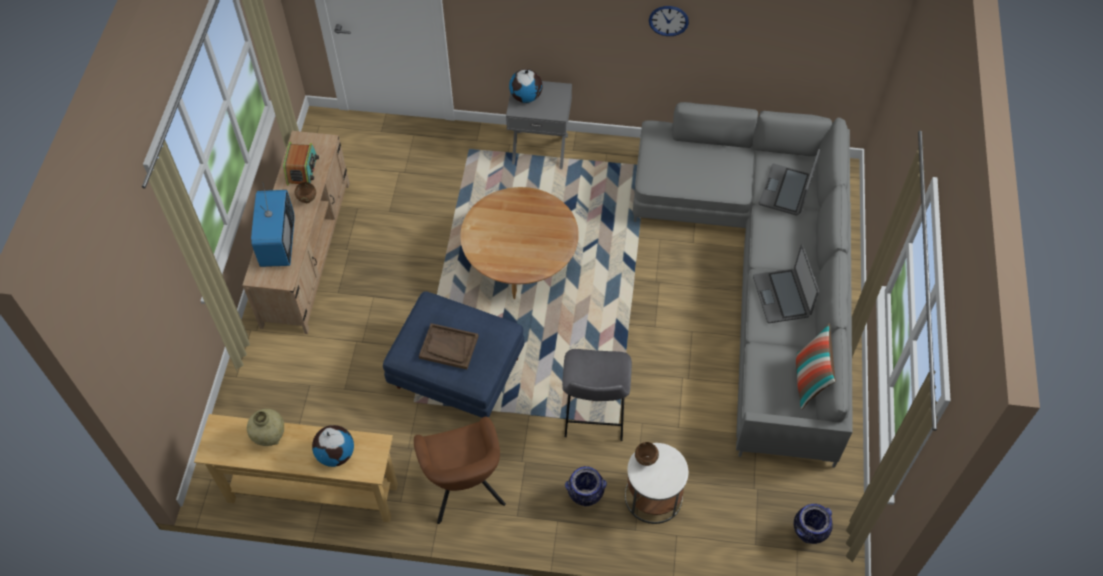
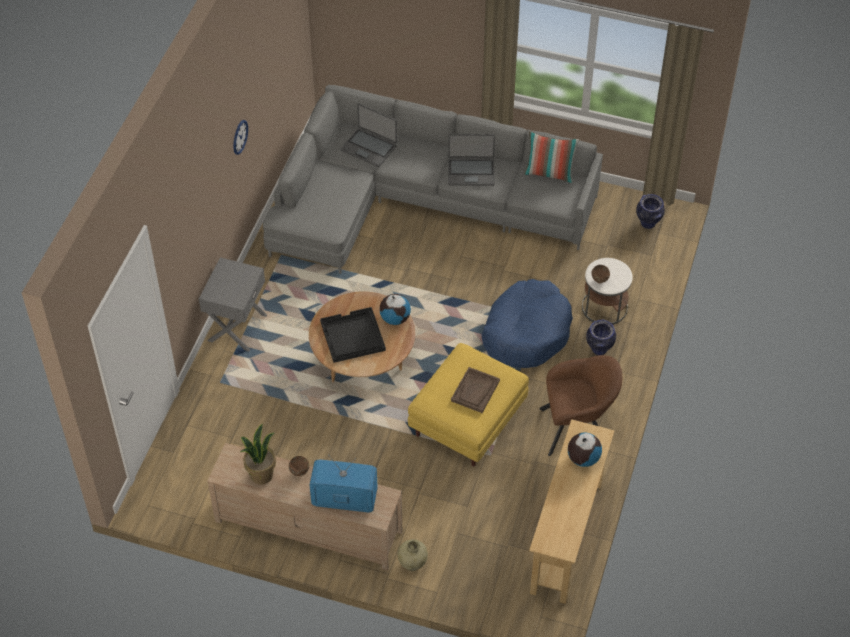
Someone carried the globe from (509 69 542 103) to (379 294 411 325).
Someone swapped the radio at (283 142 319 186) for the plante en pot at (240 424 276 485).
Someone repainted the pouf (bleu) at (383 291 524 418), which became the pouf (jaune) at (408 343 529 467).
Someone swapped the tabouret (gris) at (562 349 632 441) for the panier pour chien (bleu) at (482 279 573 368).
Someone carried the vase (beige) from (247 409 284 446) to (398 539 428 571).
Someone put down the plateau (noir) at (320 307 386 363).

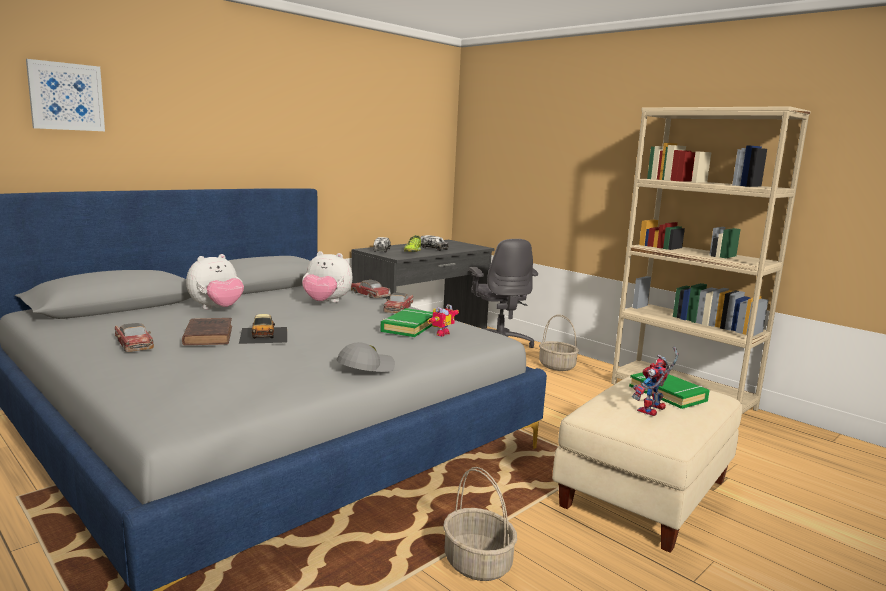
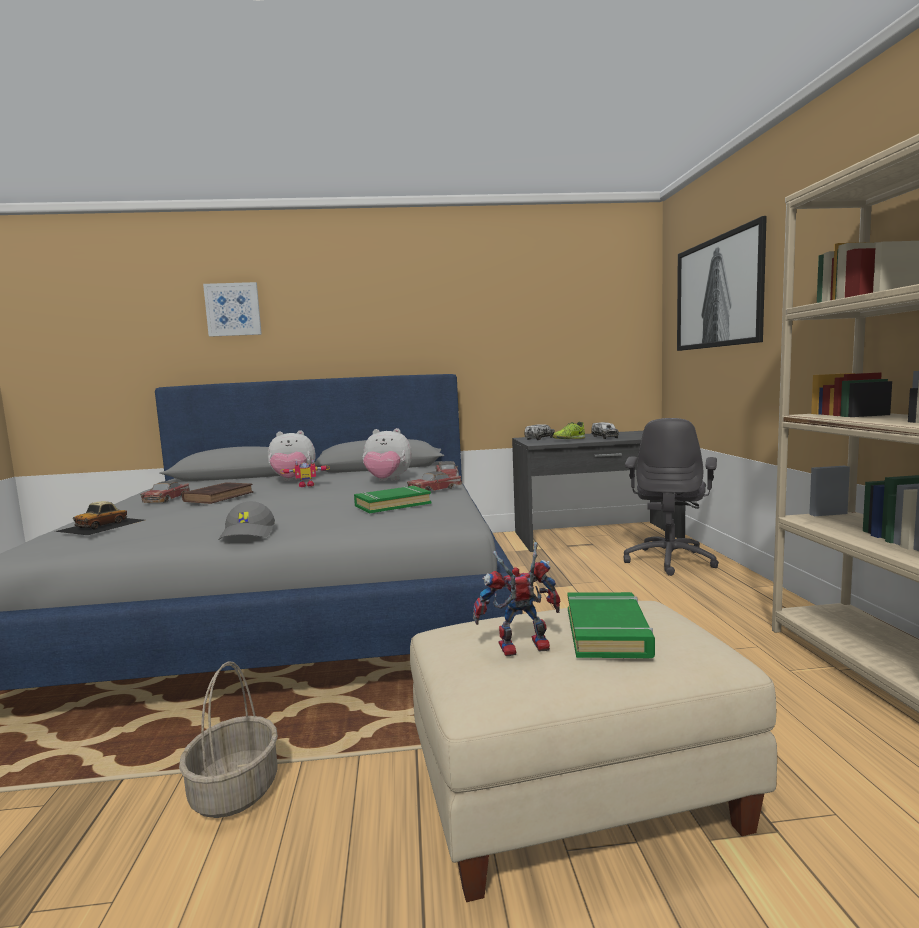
Someone rotated the peluche at (302 251 353 303) by 45 degrees counterclockwise.
Someone carried the robot jouet from (427 304 459 337) to (280 459 330 487).
Someone carried the petite voiture from (239 314 287 344) to (54 501 145 535).
Someone took away the panier at (539 315 579 371).
Someone rotated the casquette (gris) at (337 342 395 372) by 90 degrees clockwise.
Someone put up the tableau at (677 216 767 351).

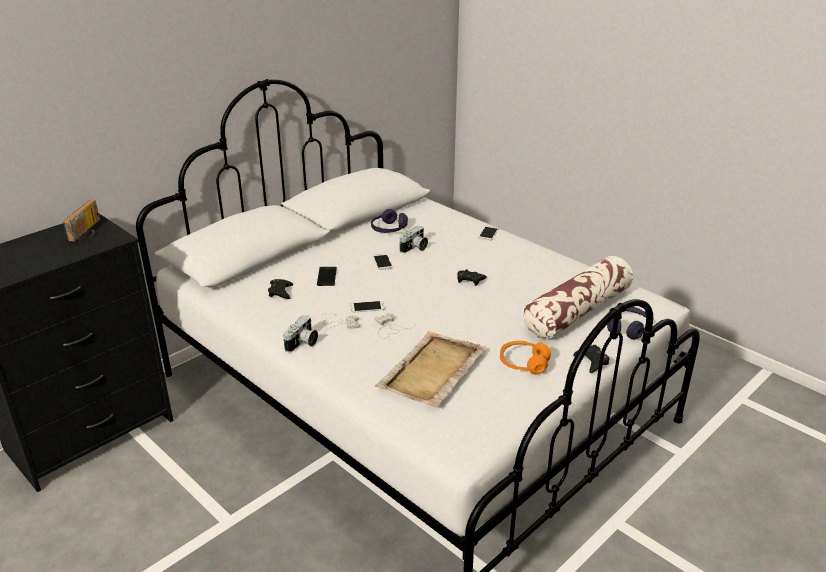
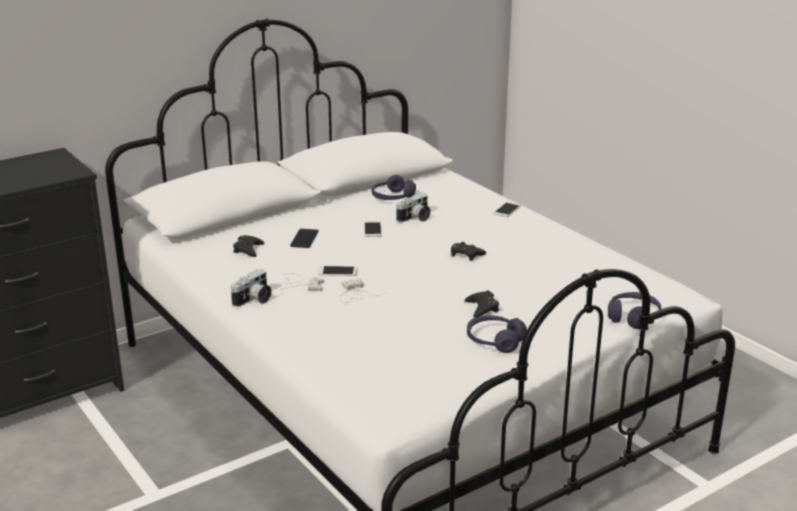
Someone took away the radio at (63 200 100 242).
Someone took away the coussin at (523 256 633 339).
Someone took away the plateau (beige) at (375 331 486 407).
Someone repainted the casque audio (orange) at (500 341 551 375), which became the casque audio (violet) at (467 315 527 353).
Someone carried the manette (noir) from (573 345 610 373) to (465 290 499 317).

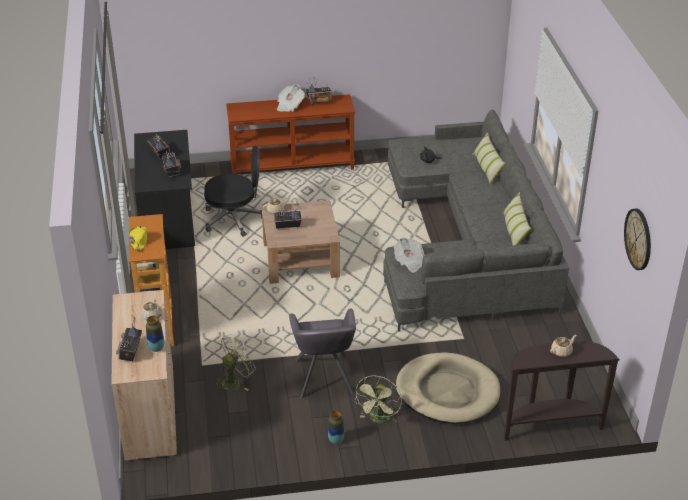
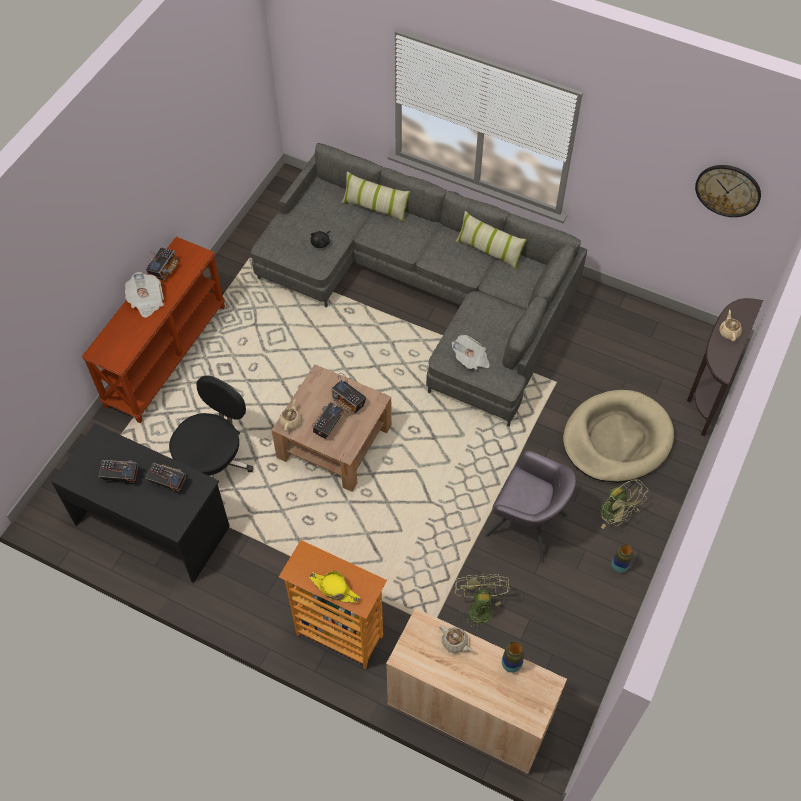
Someone carried the radio from (116 317 142 361) to (331 373 367 414).

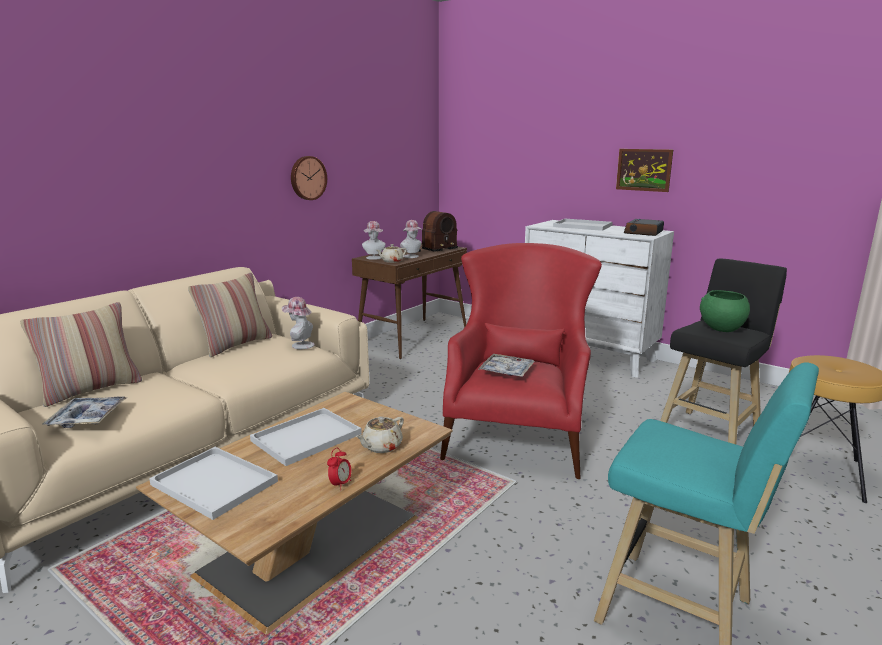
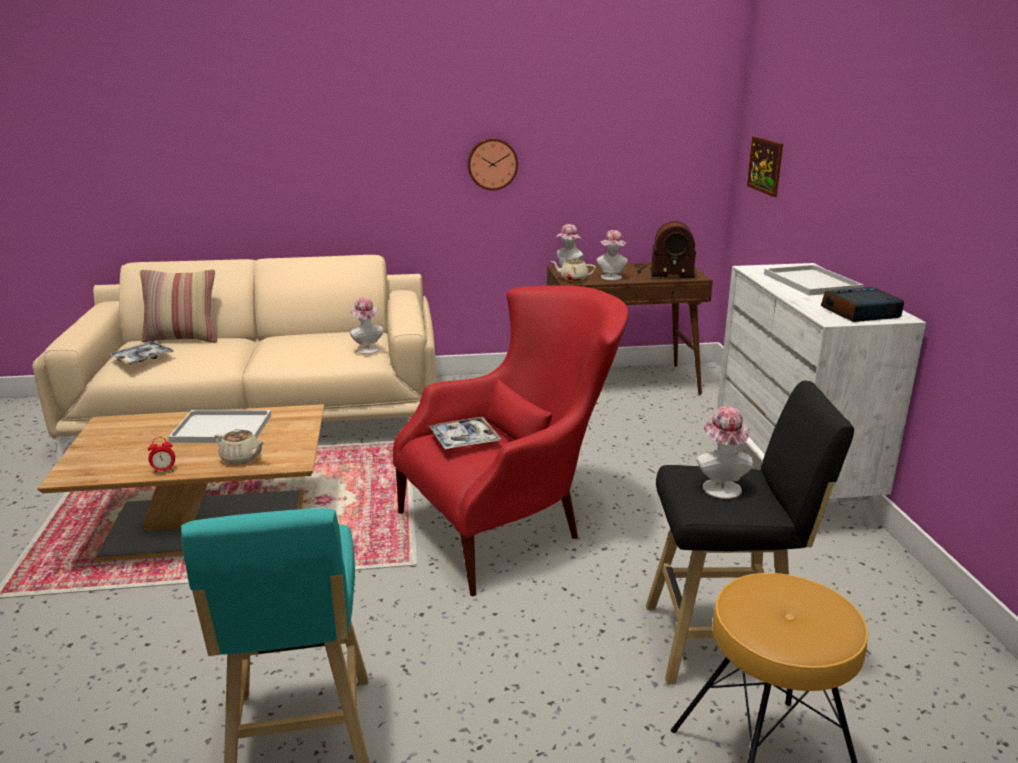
Someone carried the tableau from (616 149 673 192) to (747 136 783 197).
Someone took away the coussin at (188 273 272 357).
Someone swapped the bol (vert) at (700 290 750 332) for the chapeau at (697 406 753 499).
Someone rotated the théière (beige) at (356 416 404 453) by 150 degrees counterclockwise.
Someone took away the plateau (blanc) at (149 447 278 520).

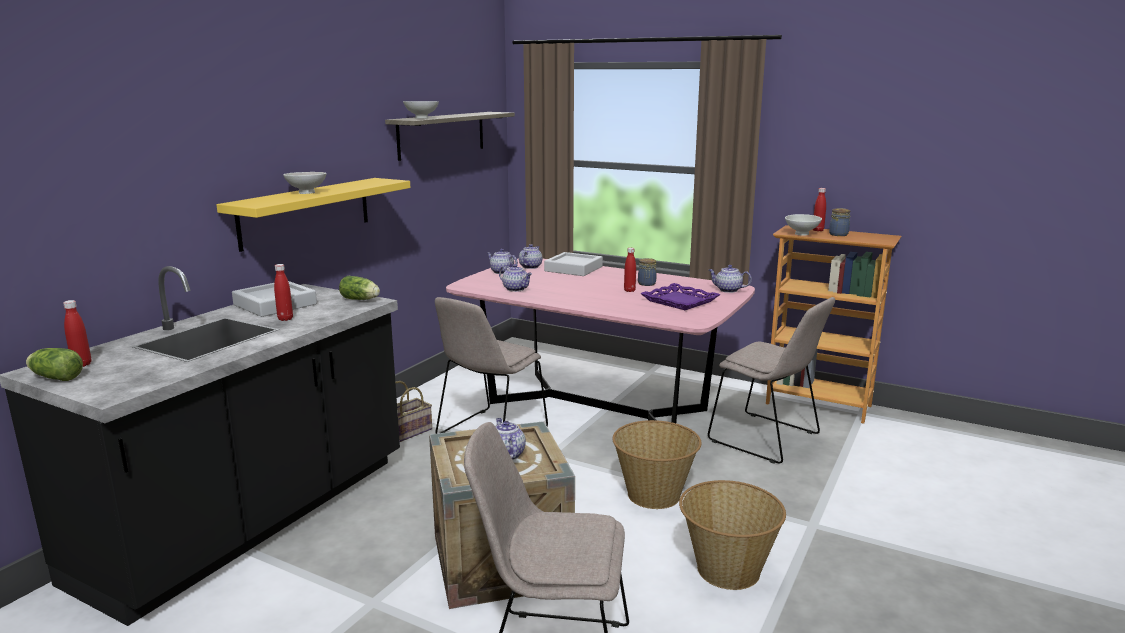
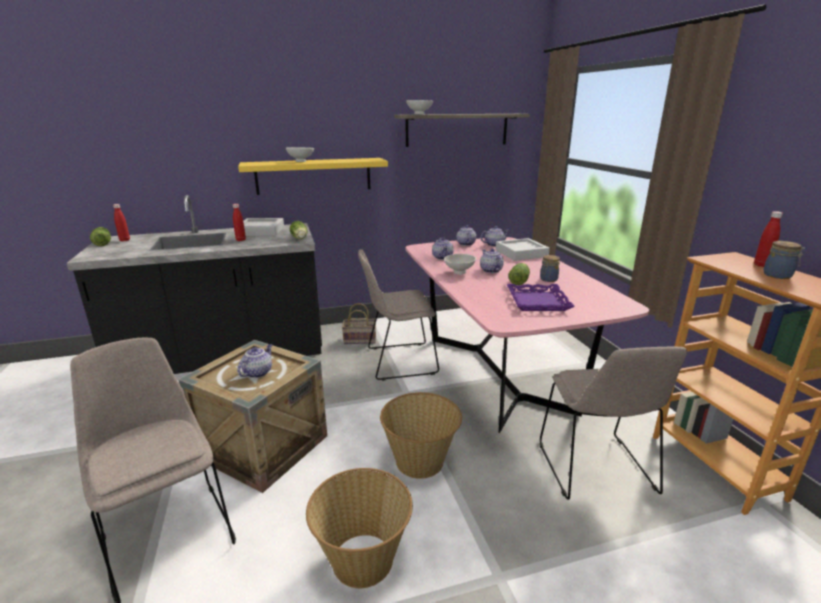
Someone carried the bol (blanc) from (785 214 822 236) to (444 254 476 274).
Someone swapped the bouteille (rouge) at (624 248 636 292) for the laitue at (508 263 530 285).
Someone carried the théière from (709 265 752 293) to (480 248 504 273).

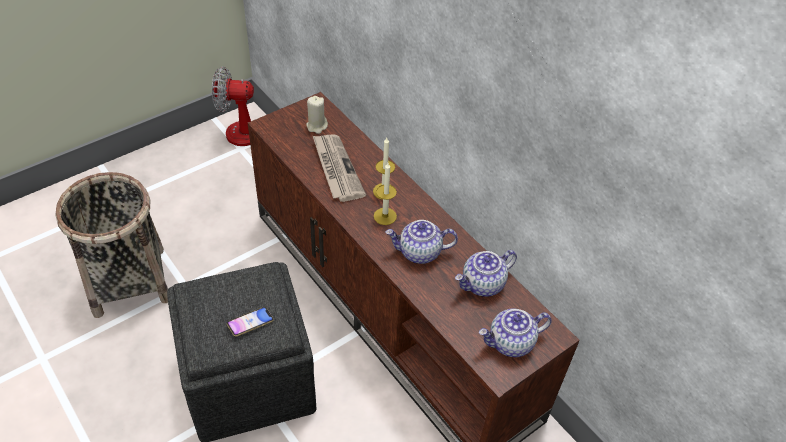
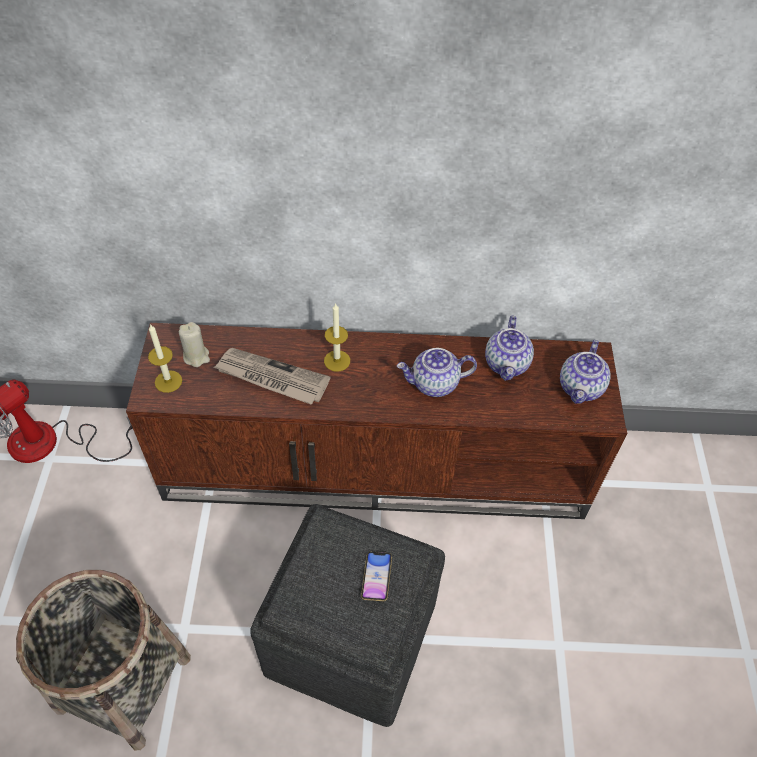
Someone carried the bougie from (374 163 397 225) to (148 324 182 393).
Someone rotated the théière at (385 220 458 264) by 45 degrees clockwise.

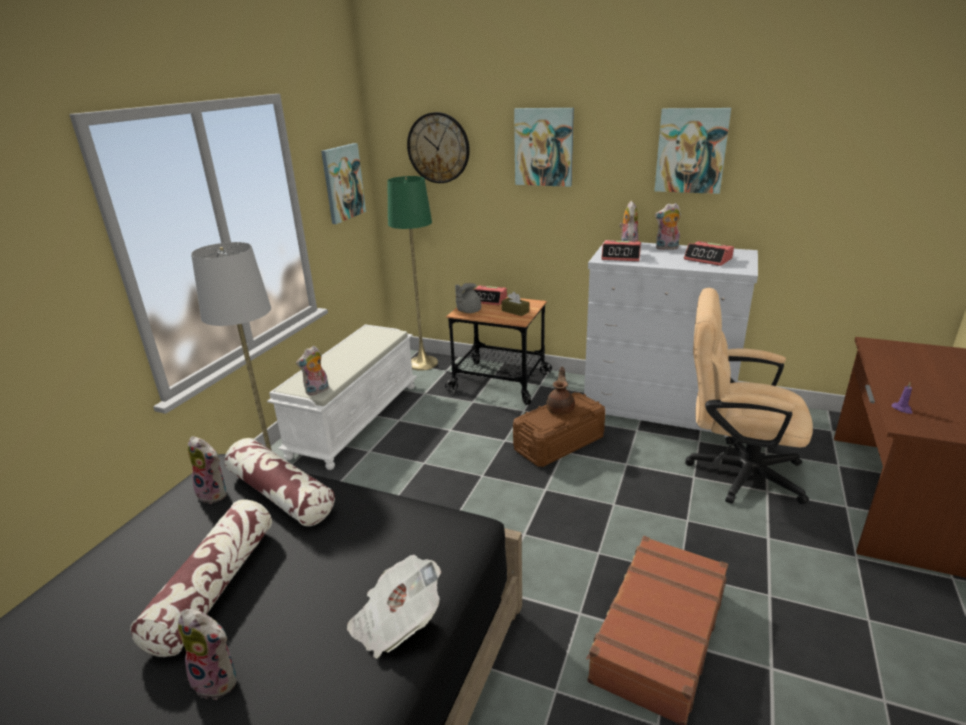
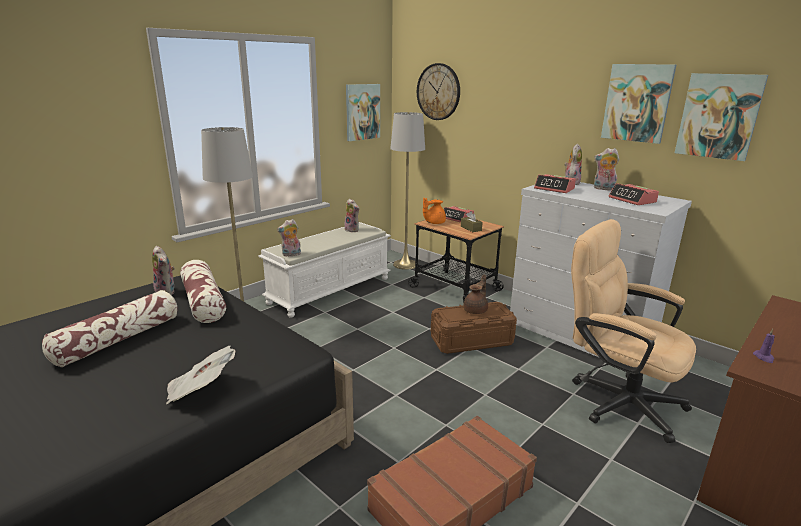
Someone carried the tableau from (514 108 574 187) to (675 73 768 161).
Someone repainted the lampadaire (vert) at (387 176 438 371), which became the lampadaire (gris) at (390 112 425 270).
Someone repainted the théière (gris) at (455 283 481 313), which became the théière (orange) at (423 198 446 224).
Someone carried the peluche from (178 609 237 700) to (344 199 359 232).

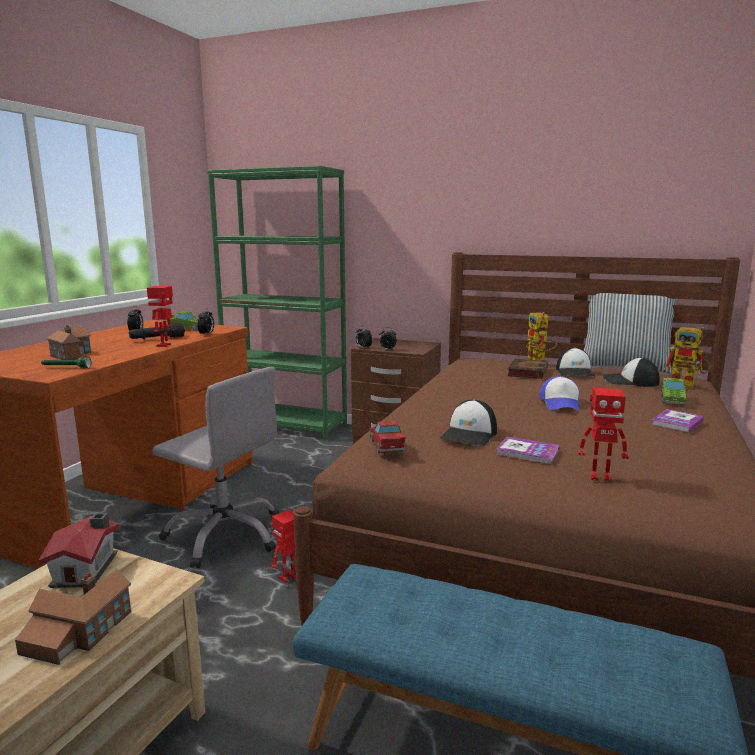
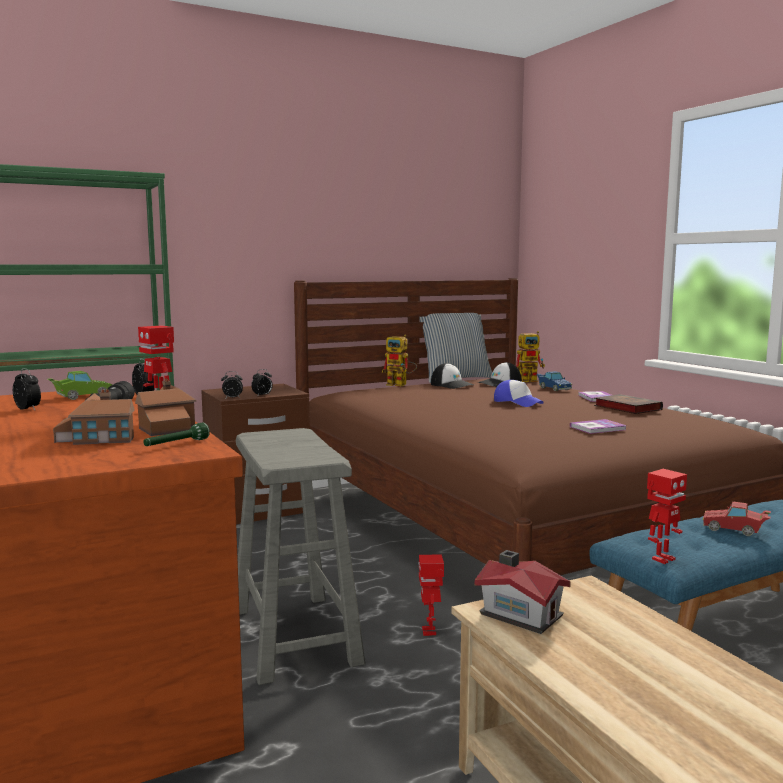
Someone carried the livre from (507 359 548 379) to (594 394 663 414).
Someone swapped the chaise de bureau (gris) at (152 367 279 568) for the tabouret (gris) at (236 428 365 685).
Someone repainted the petite voiture (vert) at (661 378 688 405), which became the petite voiture (bleu) at (536 371 572 391).
Someone carried the robot jouet from (578 388 629 482) to (647 469 687 564).
Someone took away the casquette at (440 400 497 446).
Someone carried the petite voiture (rouge) from (370 421 406 453) to (703 502 771 536).
Someone carried the maison miniature from (15 569 131 665) to (135 378 196 436).

